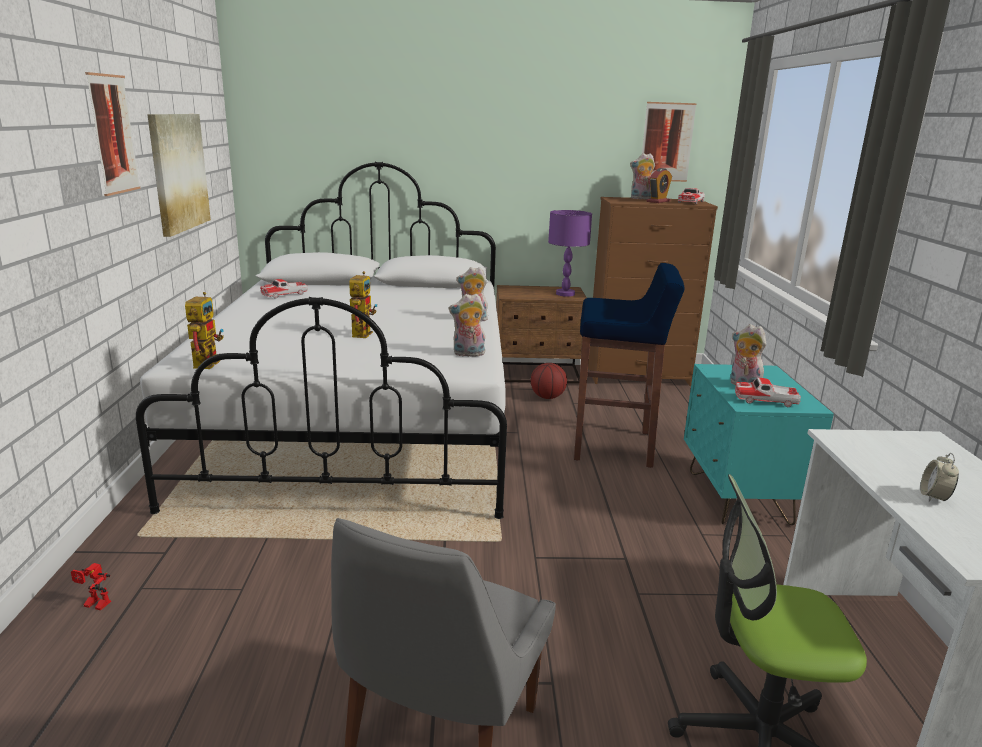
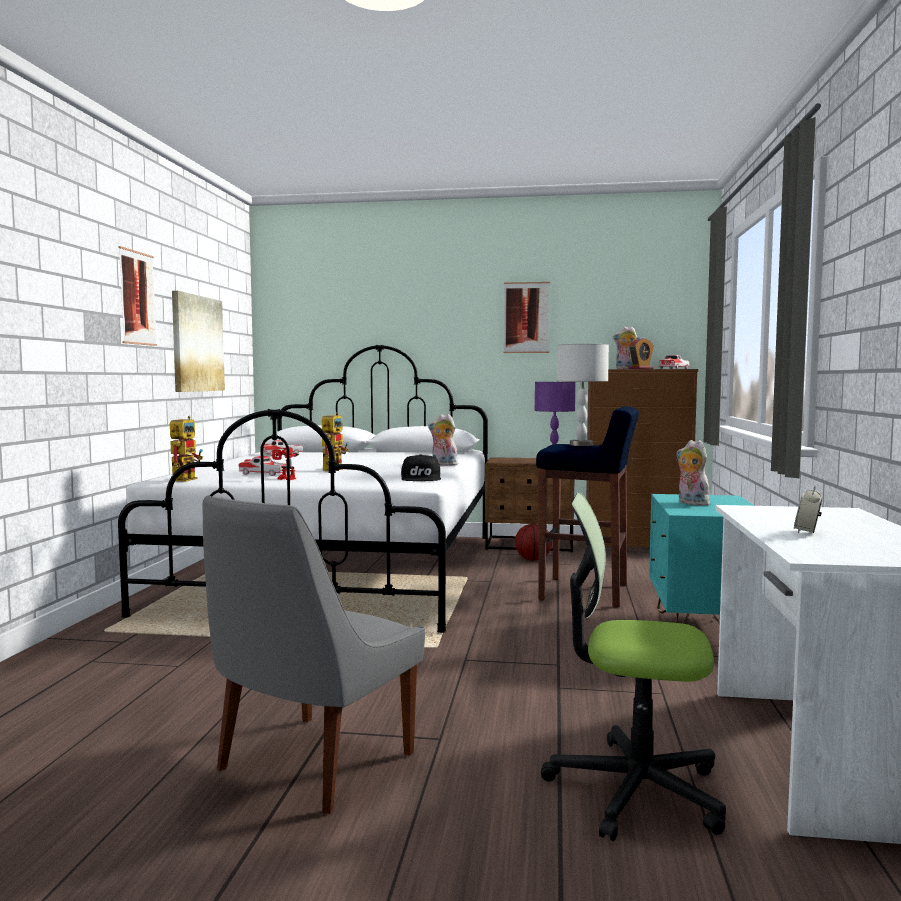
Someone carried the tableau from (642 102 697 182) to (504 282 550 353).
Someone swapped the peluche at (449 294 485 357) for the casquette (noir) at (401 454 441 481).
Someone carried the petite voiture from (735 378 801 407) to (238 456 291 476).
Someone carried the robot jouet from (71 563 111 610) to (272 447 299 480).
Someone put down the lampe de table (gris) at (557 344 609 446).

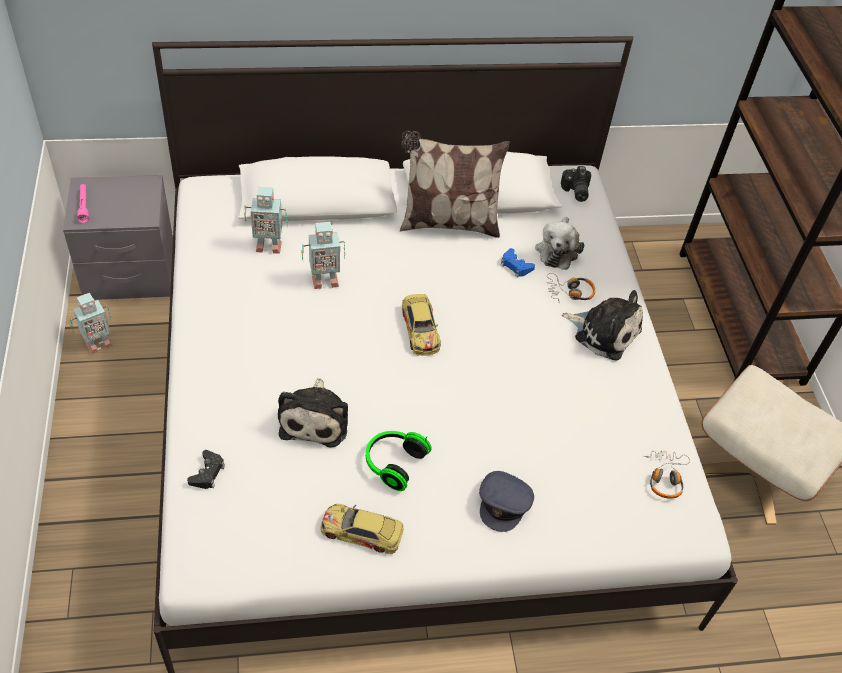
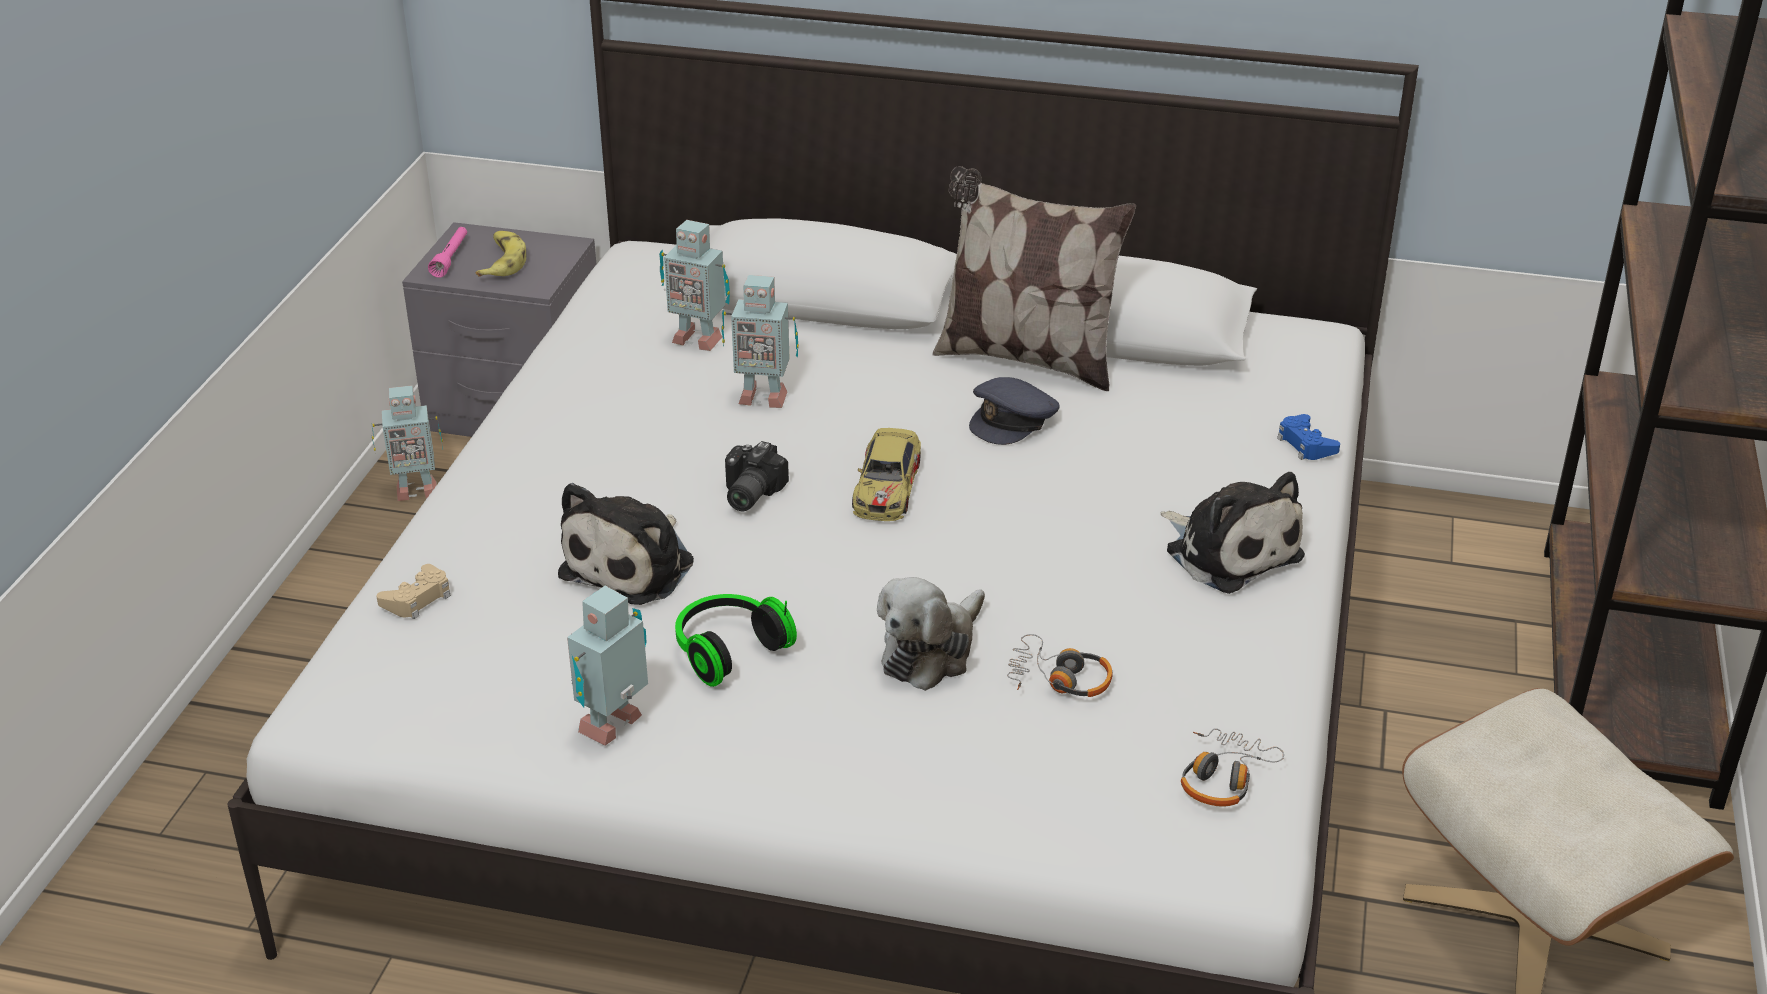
Someone carried the appareil photo from (561 166 591 202) to (725 441 789 511).
Someone carried the peluche from (535 217 584 270) to (877 577 985 691).
Someone carried the manette (bleu) from (501 248 535 277) to (1277 414 1340 460).
Someone carried the casque audio from (546 273 595 304) to (1007 634 1113 697).
Someone repainted the manette (noir) at (187 450 225 489), which became the manette (beige) at (376 564 451 619).
Someone carried the casquette (gris) from (479 471 534 532) to (969 377 1060 445).
Someone swapped the petite voiture at (320 504 404 554) for the robot jouet at (567 586 648 745).
Someone put down the banane at (475 231 526 277).

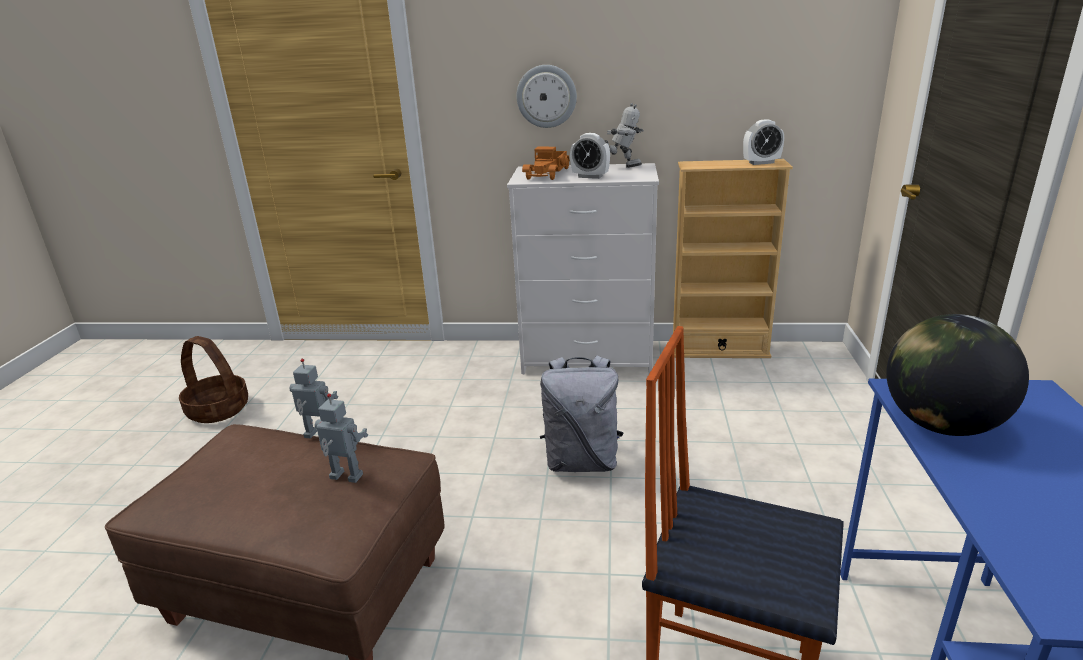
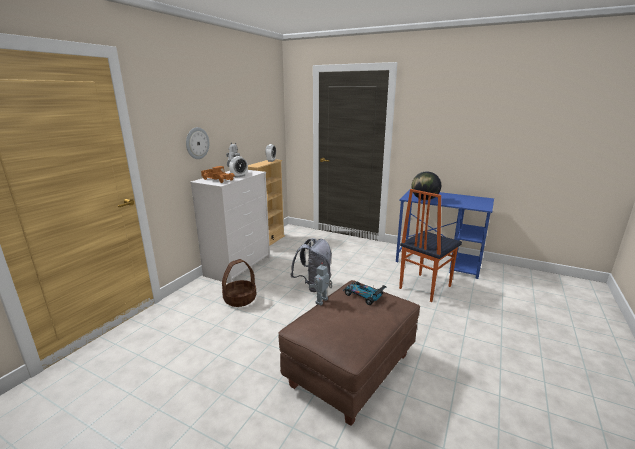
Someone carried the panier from (179 336 248 423) to (222 259 256 307).
Someone swapped the robot jouet at (315 393 368 483) for the petite voiture at (343 282 387 305).

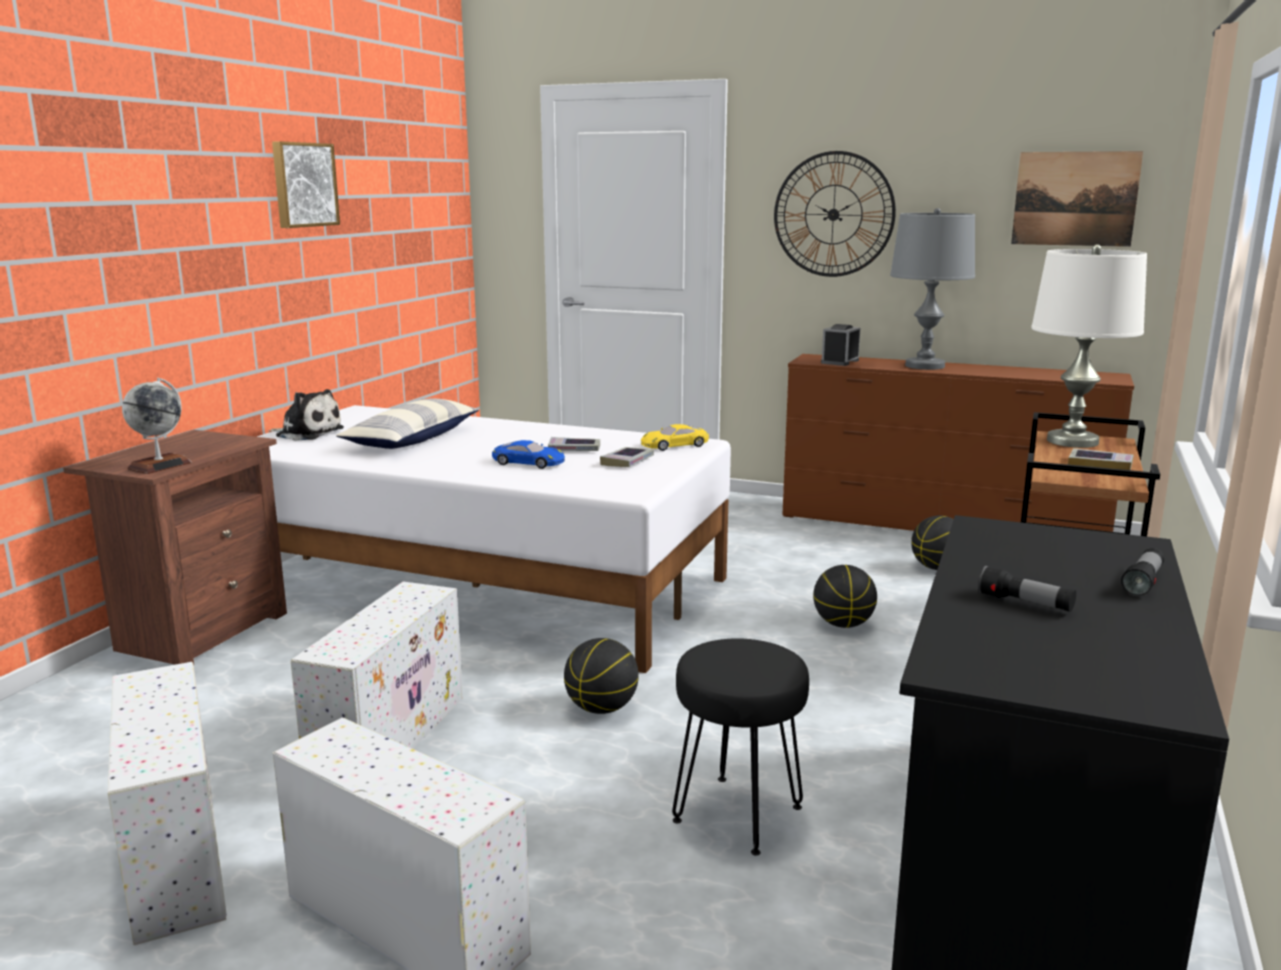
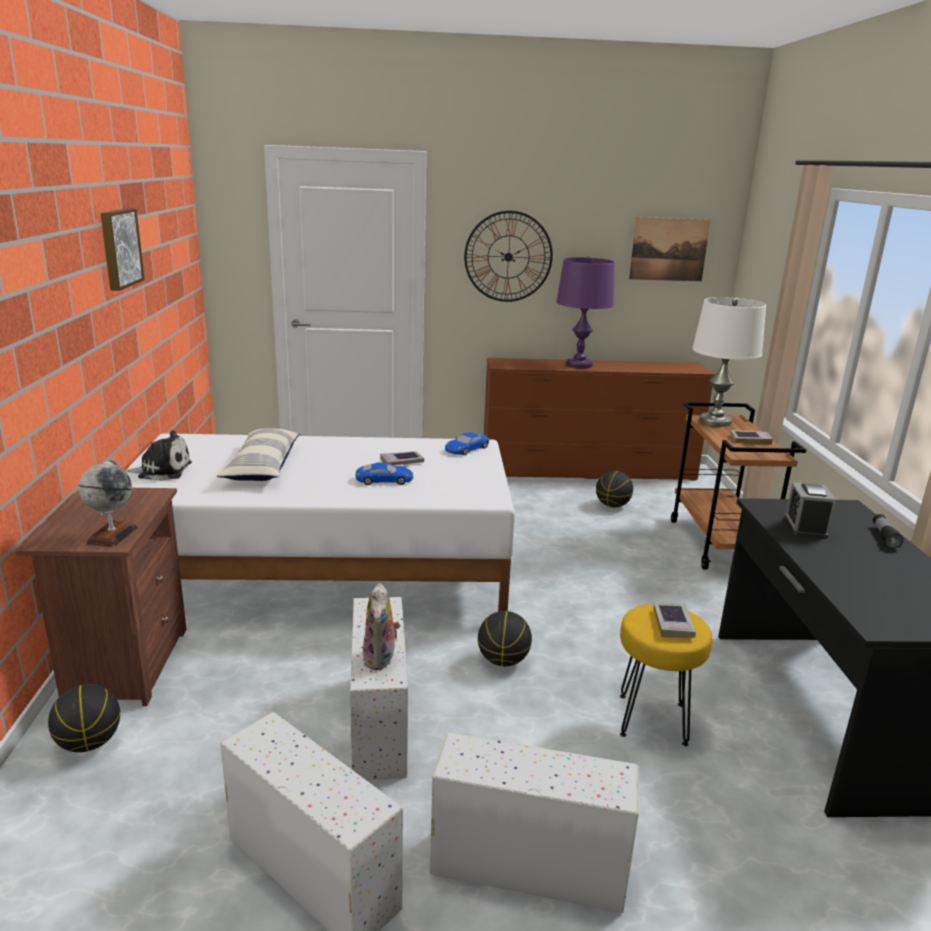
Someone repainted the lampe de table (gris) at (890 208 975 370), which became the lampe de table (violet) at (556 256 614 369).
Someone carried the réveil from (821 324 860 366) to (784 482 836 539).
Someone repainted the petite voiture (jaune) at (641 424 709 451), which became the petite voiture (bleu) at (445 433 489 456).
Someone carried the livre from (600 447 654 467) to (654 603 696 638).
Someone carried the ballon de basket from (813 565 877 628) to (48 684 120 752).
Someone took away the lampe de poche at (978 566 1076 612).
Someone repainted the tabouret (noir) at (672 638 809 856), which became the tabouret (jaune) at (620 604 712 746).
Someone put down the peluche at (363 583 400 670).

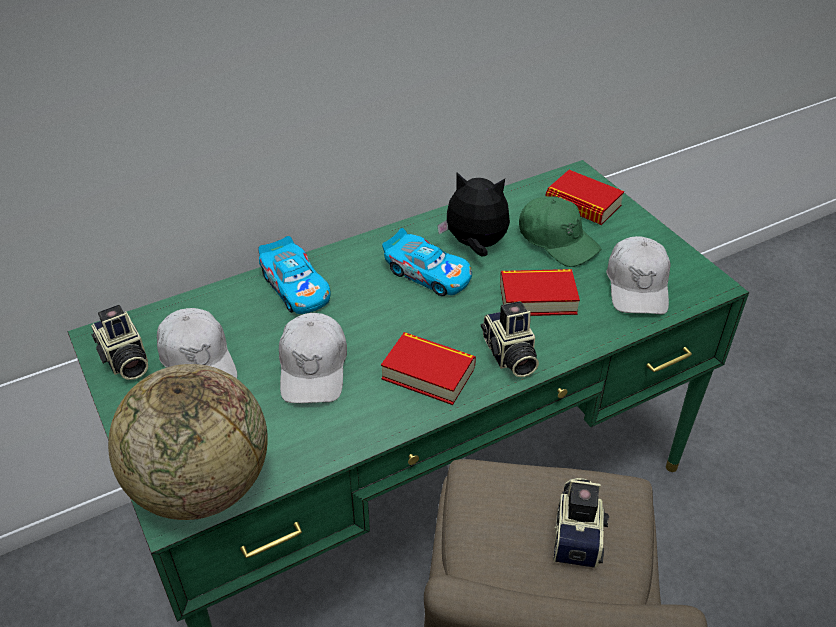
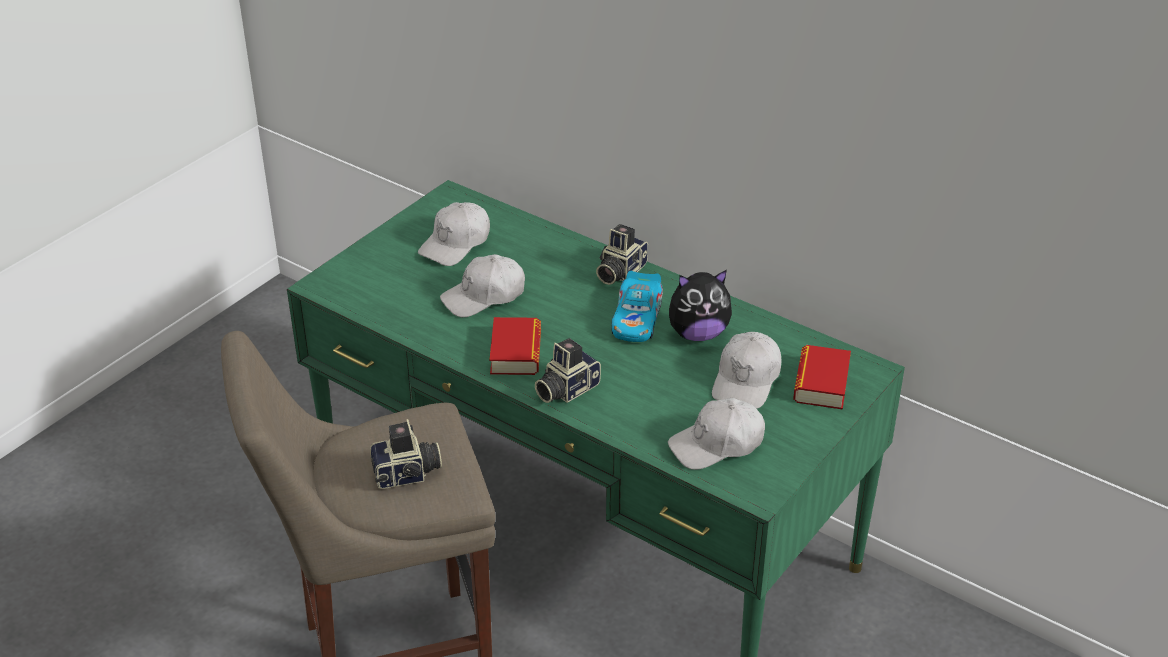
Someone rotated the peluche at (437 172 510 257) by 90 degrees clockwise.
Someone repainted the casquette (vert) at (519 196 601 267), which became the casquette (blanc) at (712 332 782 409).
Someone took away the petite voiture at (258 236 331 314).
Someone took away the livre at (500 269 580 316).
Someone carried the appareil photo from (91 305 148 380) to (596 224 648 285).
Someone took away the globe at (108 364 268 520).

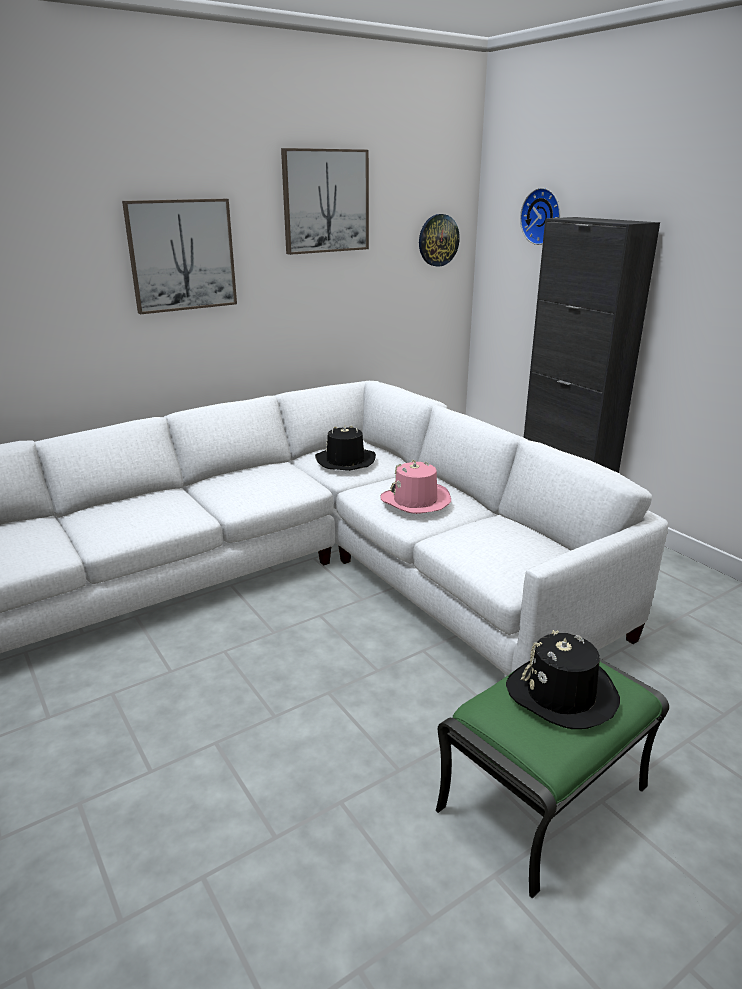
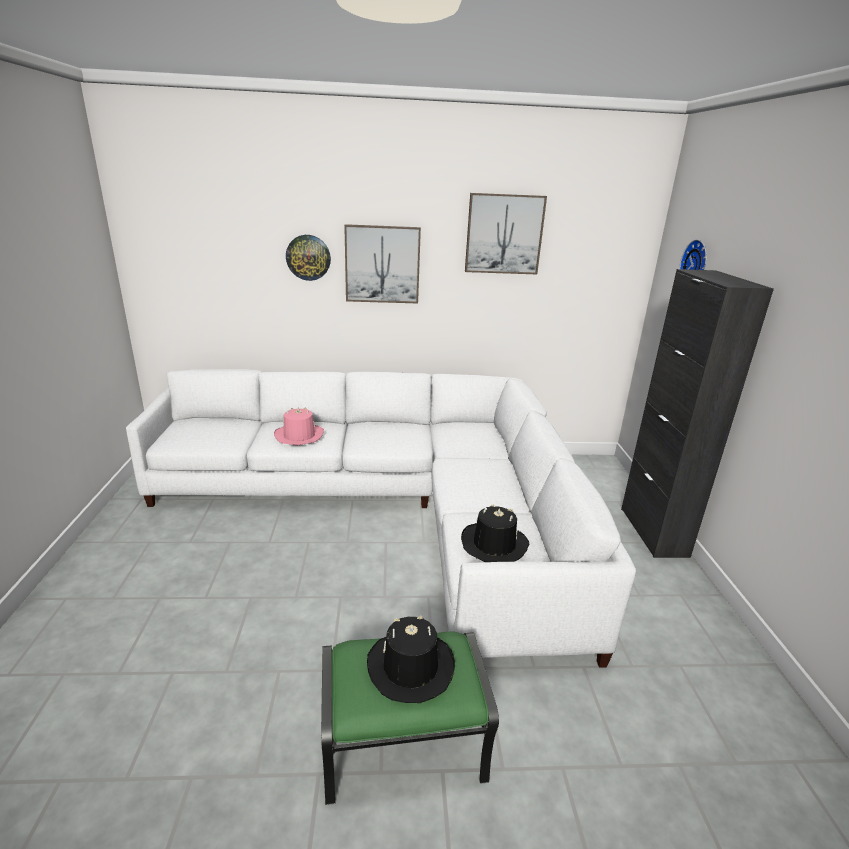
Someone carried the horloge murale from (419 214 460 267) to (286 235 331 281).
Someone carried the chapeau (noir) from (315 425 376 471) to (461 504 529 562).
Someone carried the chapeau (rose) from (380 460 451 514) to (274 408 324 445).

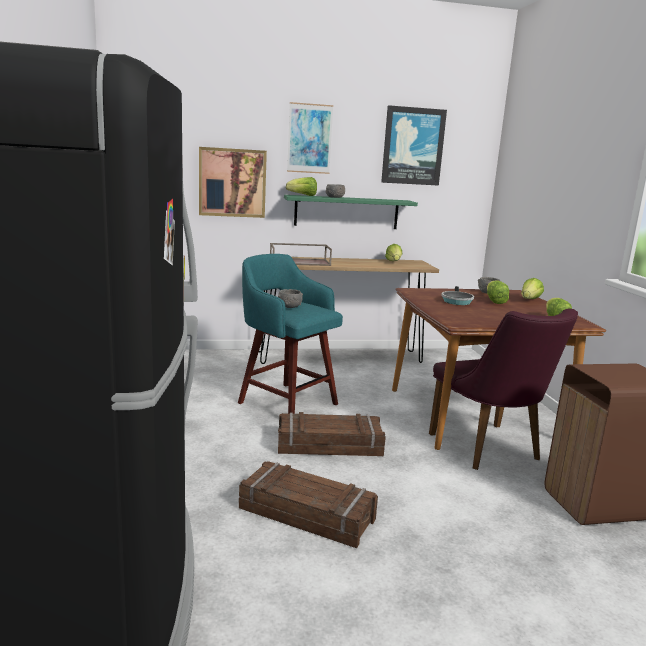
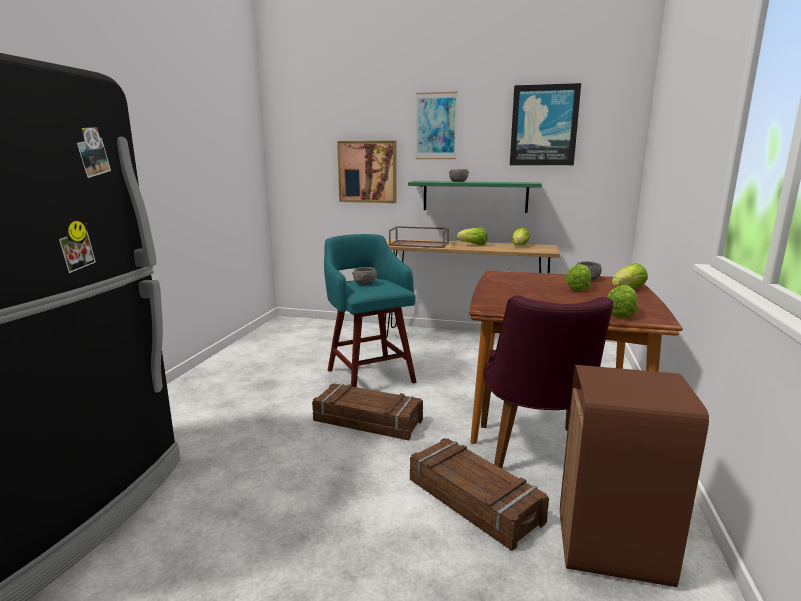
Someone carried the laitue from (286 177 317 196) to (457 227 487 246).
Someone took away the poêle at (441 286 474 305).
Someone carried the caisse from (239 461 378 548) to (410 438 549 551).

